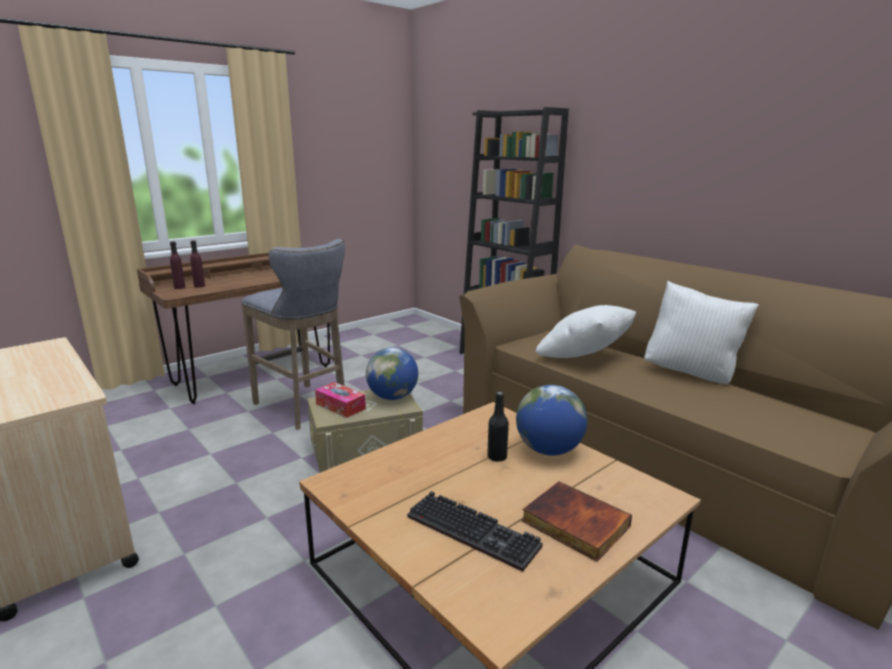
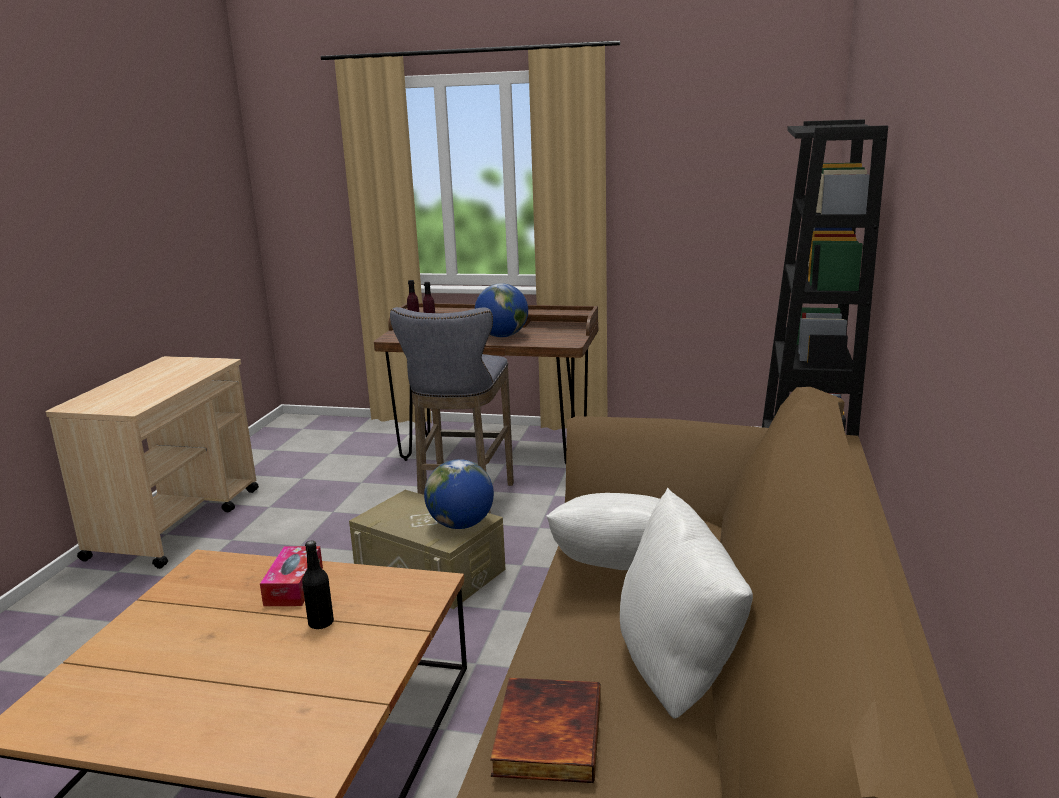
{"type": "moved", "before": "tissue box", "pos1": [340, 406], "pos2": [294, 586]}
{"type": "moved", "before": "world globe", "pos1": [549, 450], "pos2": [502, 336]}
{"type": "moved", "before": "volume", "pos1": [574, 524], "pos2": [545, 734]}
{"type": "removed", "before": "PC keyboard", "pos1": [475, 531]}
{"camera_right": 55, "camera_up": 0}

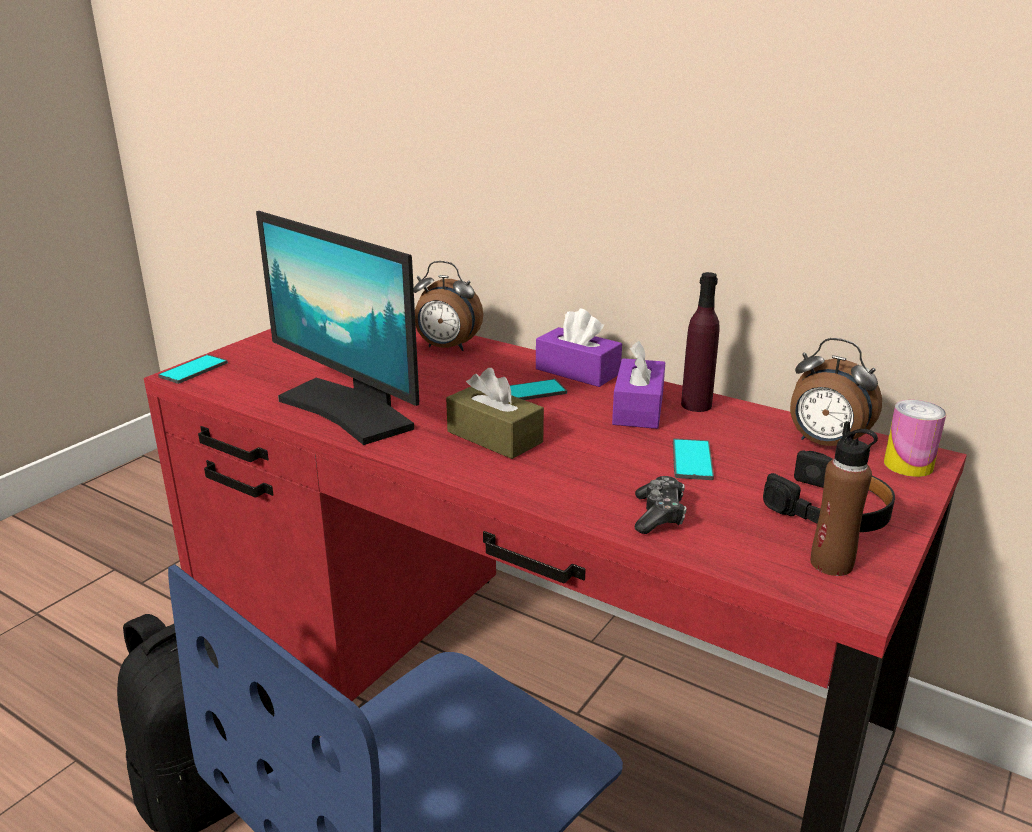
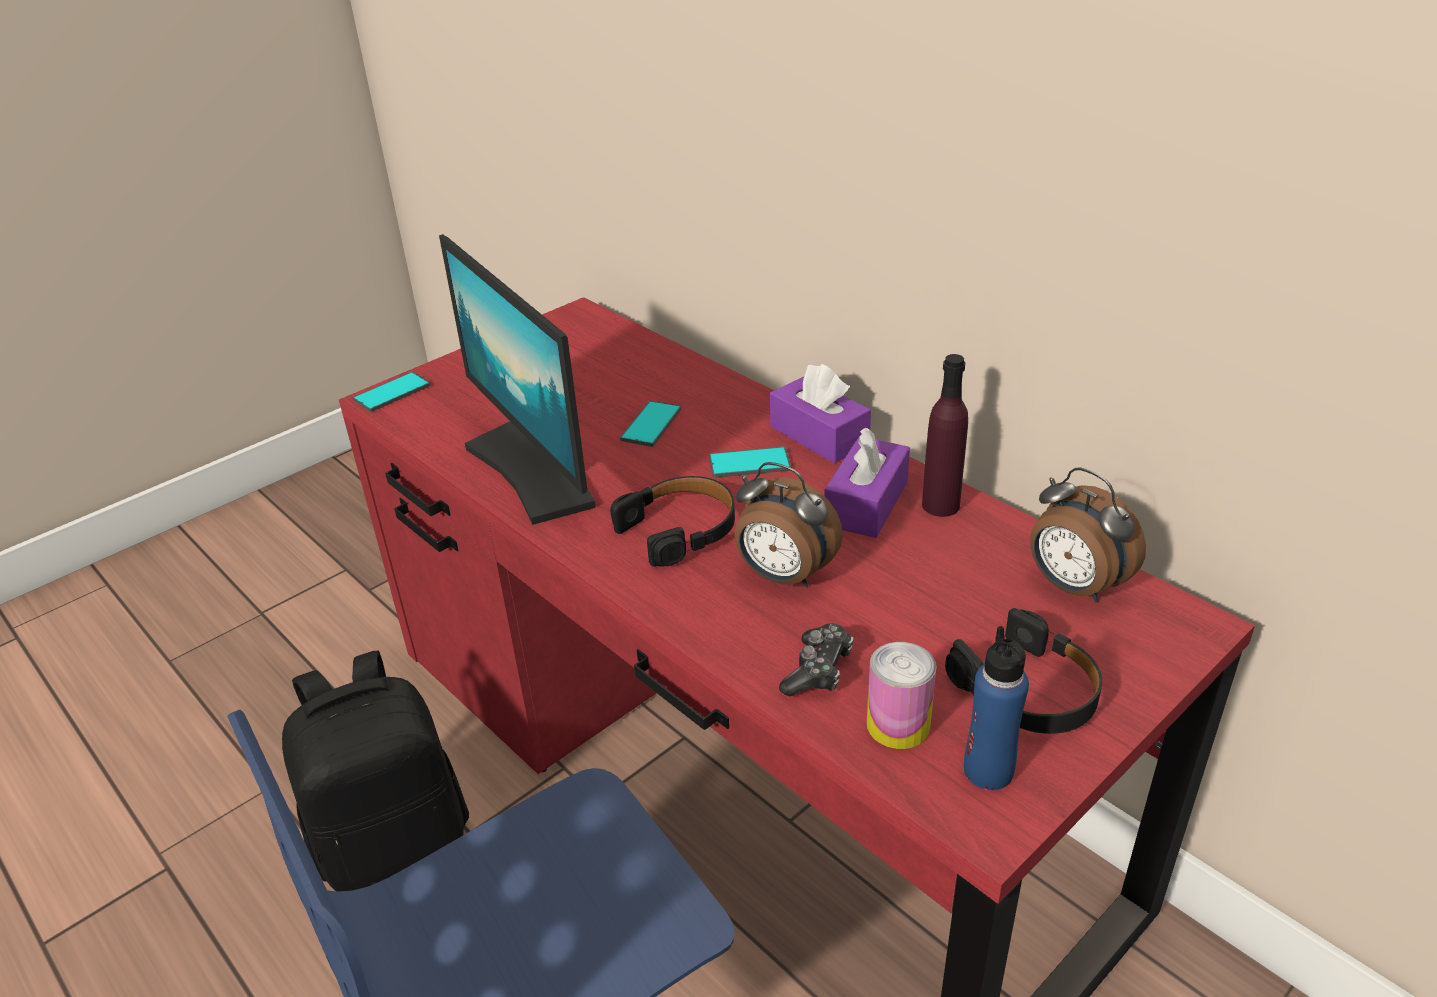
{"type": "moved", "before": "table clock", "pos1": [446, 348], "pos2": [783, 576]}
{"type": "replaced", "before": "brown-coloured tissue box", "after": "blackish headphones", "pos1": [494, 437], "pos2": [680, 529]}
{"type": "moved", "before": "can", "pos1": [908, 465], "pos2": [898, 725]}
{"type": "recoloured", "before": "brown-coloured drink bottle", "after": "blue-coloured drink bottle", "pos1": [831, 564], "pos2": [988, 771]}
{"type": "moved", "before": "telephone", "pos1": [692, 460], "pos2": [651, 424]}
{"camera_right": 15, "camera_up": 10}

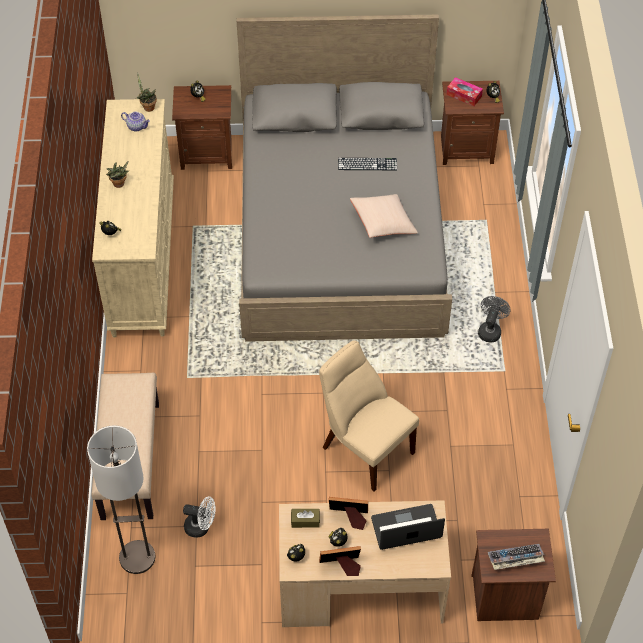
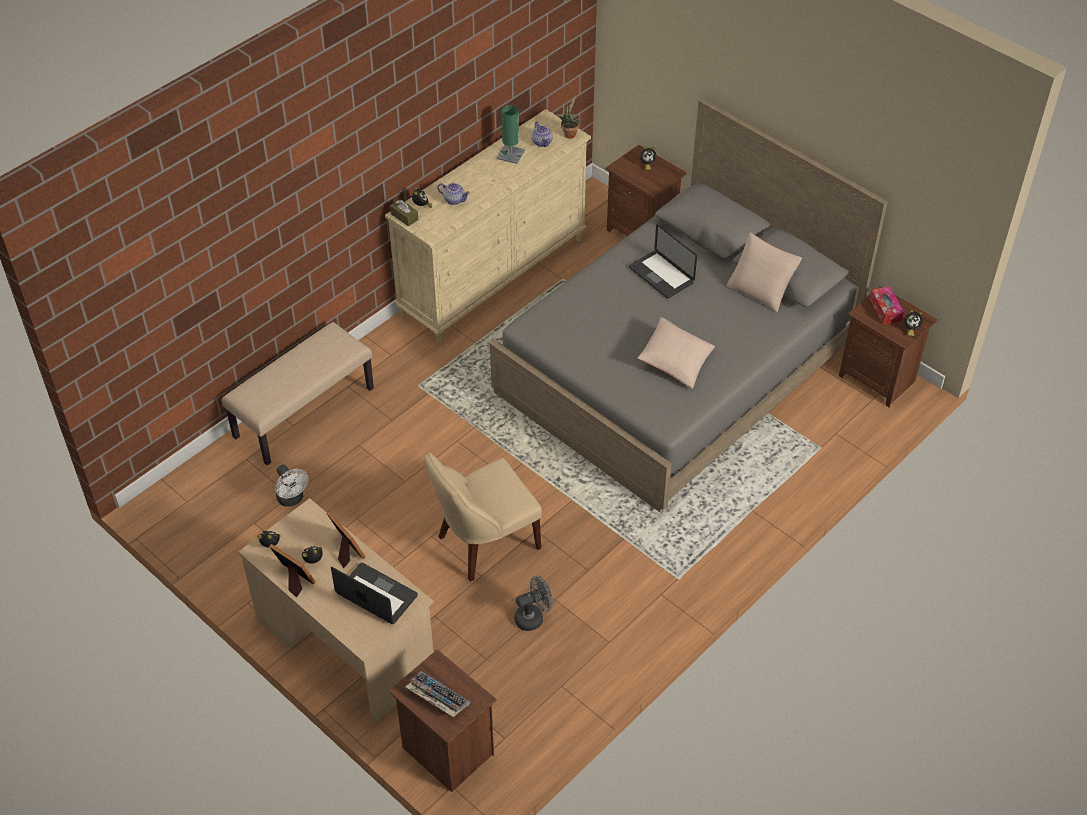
{"type": "removed", "before": "PC keyboard", "pos1": [367, 164]}
{"type": "removed", "before": "houseplant", "pos1": [119, 185]}
{"type": "moved", "before": "greyish electric fan", "pos1": [490, 330], "pos2": [533, 617]}
{"type": "turned", "before": "sand-coloured plain chair", "pos1": [365, 448], "pos2": [484, 543], "turn": -120}
{"type": "removed", "before": "standard lamp", "pos1": [137, 557]}
{"type": "moved", "before": "brown-coloured tissue box", "pos1": [305, 521], "pos2": [404, 217]}
{"type": "added", "after": "green-coloured table lamp", "pos2": [511, 154]}
{"type": "added", "after": "tea pot", "pos2": [454, 200]}
{"type": "added", "after": "laptop", "pos2": [661, 275]}
{"type": "added", "after": "sand-coloured pillow", "pos2": [761, 290]}
{"camera_right": 45, "camera_up": -5}

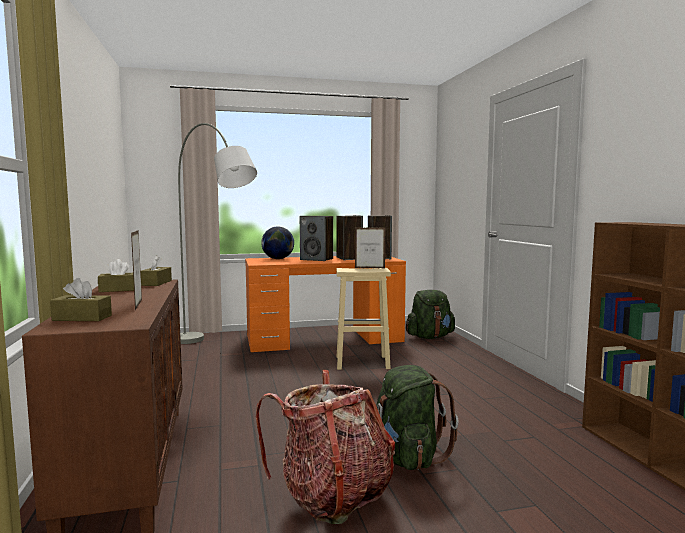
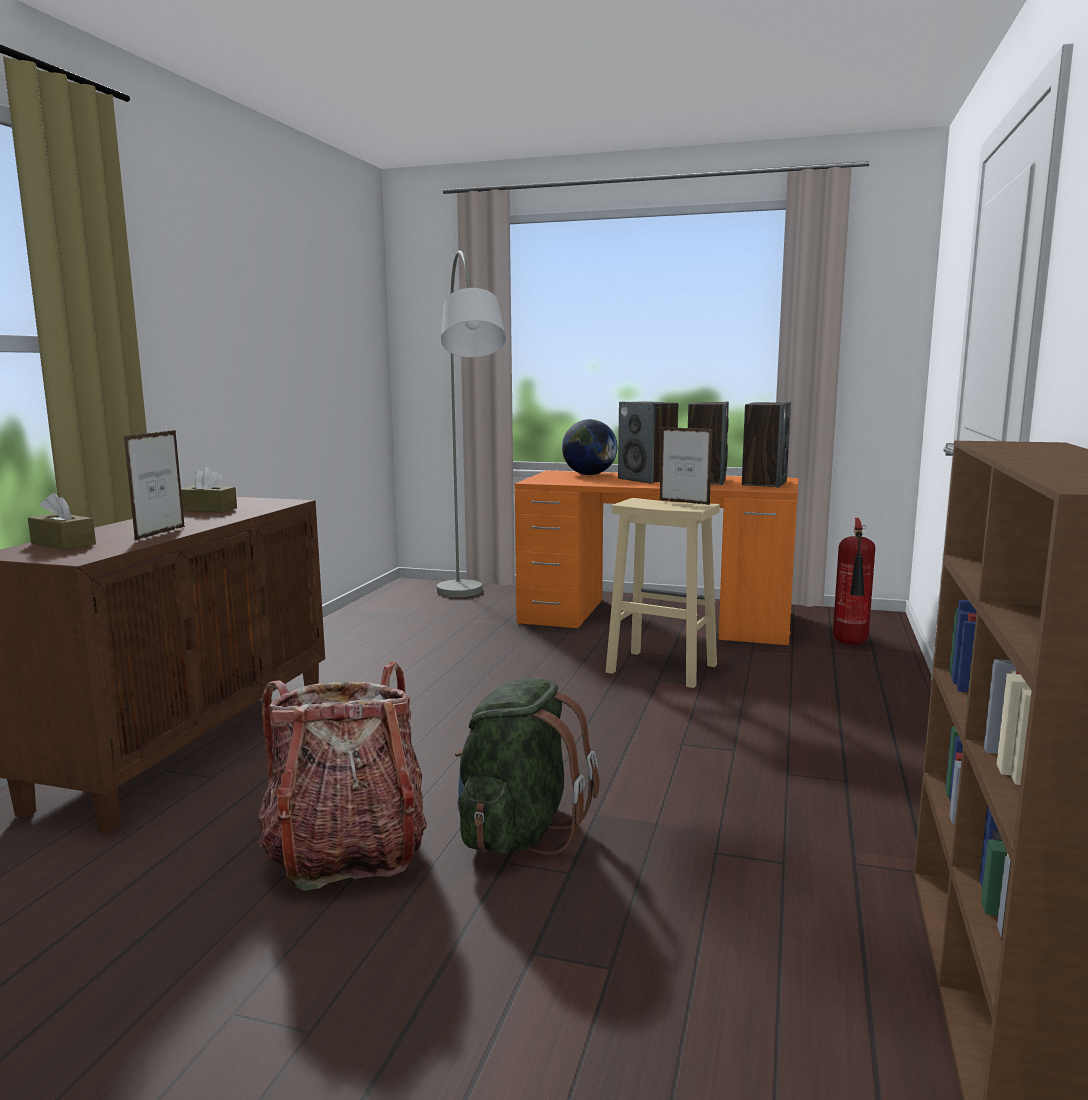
{"type": "removed", "before": "brown-coloured tissue box", "pos1": [156, 283]}
{"type": "replaced", "before": "green-coloured backpack", "after": "fire-fighting cylinder", "pos1": [429, 337], "pos2": [851, 644]}
{"camera_right": 30, "camera_up": 5}

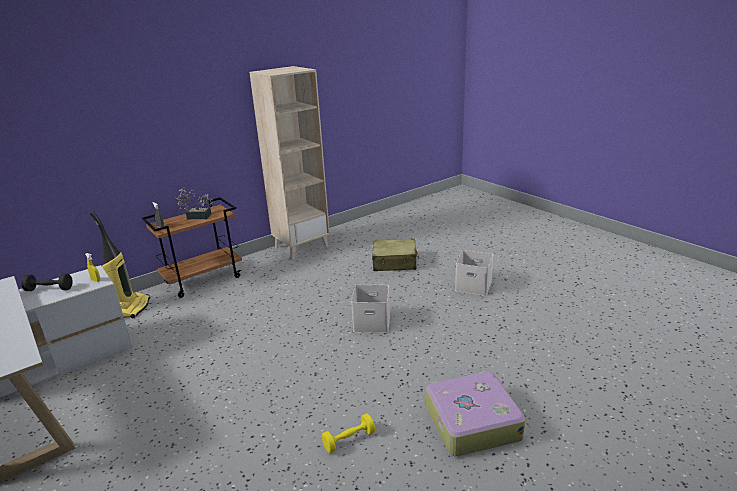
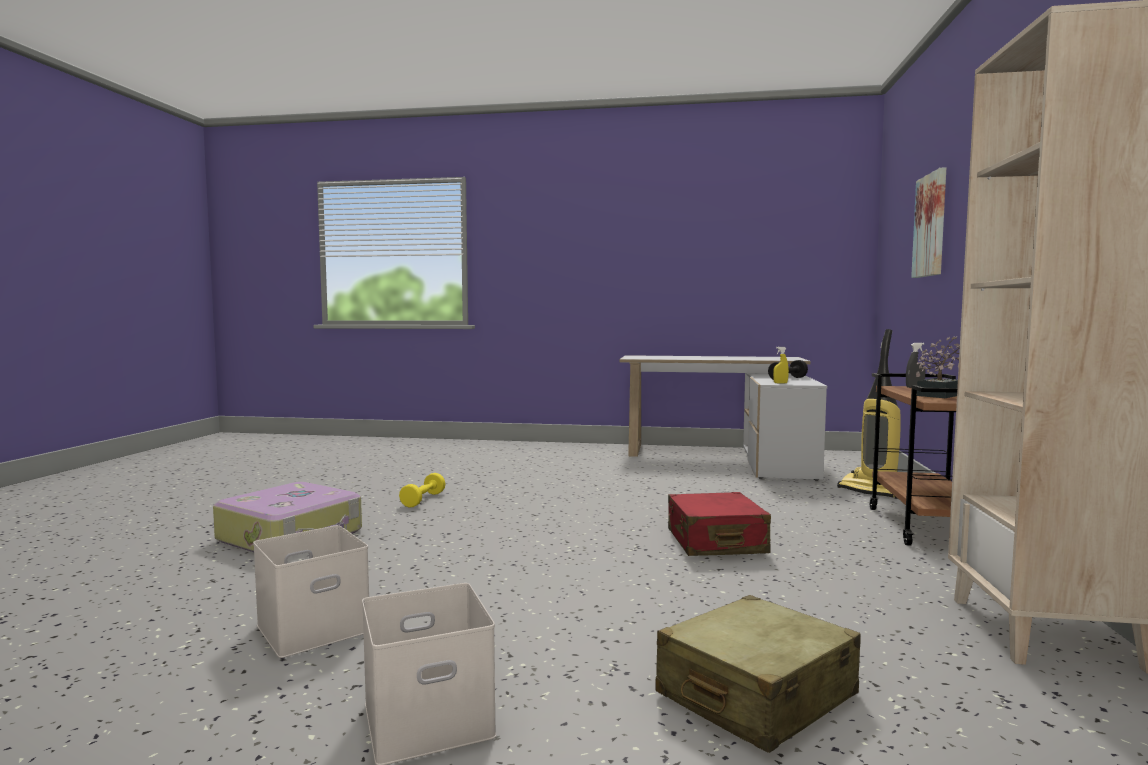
{"type": "moved", "before": "white-coloured storage bin", "pos1": [371, 323], "pos2": [314, 627]}
{"type": "added", "after": "picture", "pos2": [931, 225]}
{"type": "added", "after": "red travel case", "pos2": [715, 542]}
{"camera_right": 135, "camera_up": -20}

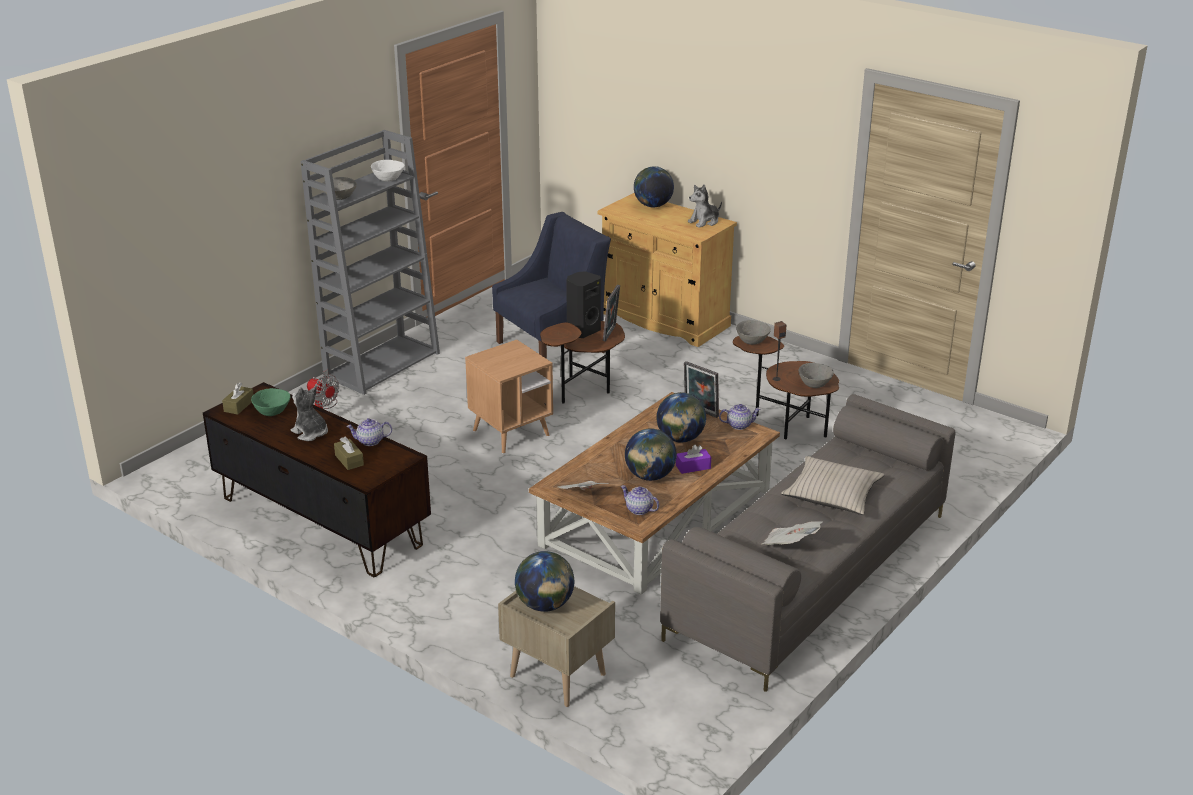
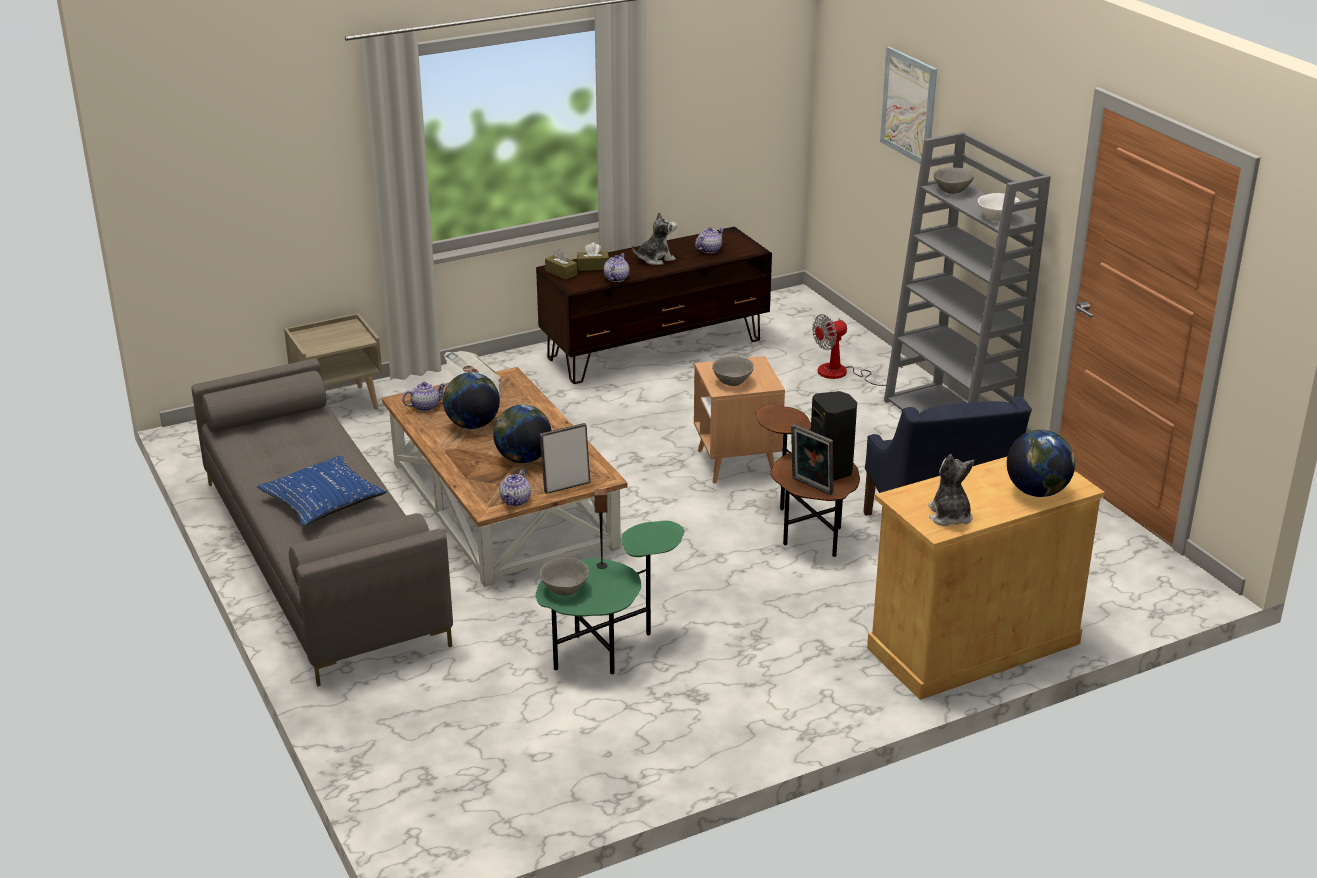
{"type": "moved", "before": "greyish bowl", "pos1": [752, 341], "pos2": [732, 381]}
{"type": "recoloured", "before": "brown-coloured accent table", "after": "green-coloured accent table", "pos1": [786, 425], "pos2": [608, 648]}
{"type": "moved", "before": "brown-coloured tissue box", "pos1": [239, 406], "pos2": [561, 272]}
{"type": "replaced", "before": "green-coloured bowl", "after": "tea pot", "pos1": [272, 412], "pos2": [709, 249]}
{"type": "removed", "before": "purplish tissue box", "pos1": [693, 467]}
{"type": "recoloured", "before": "sand-coloured pillow", "after": "blue-coloured pillow", "pos1": [832, 494], "pos2": [323, 501]}
{"type": "removed", "before": "daily paper", "pos1": [790, 546]}
{"type": "removed", "before": "world globe", "pos1": [545, 605]}
{"type": "added", "after": "picture", "pos2": [909, 106]}
{"camera_right": 115, "camera_up": 0}

